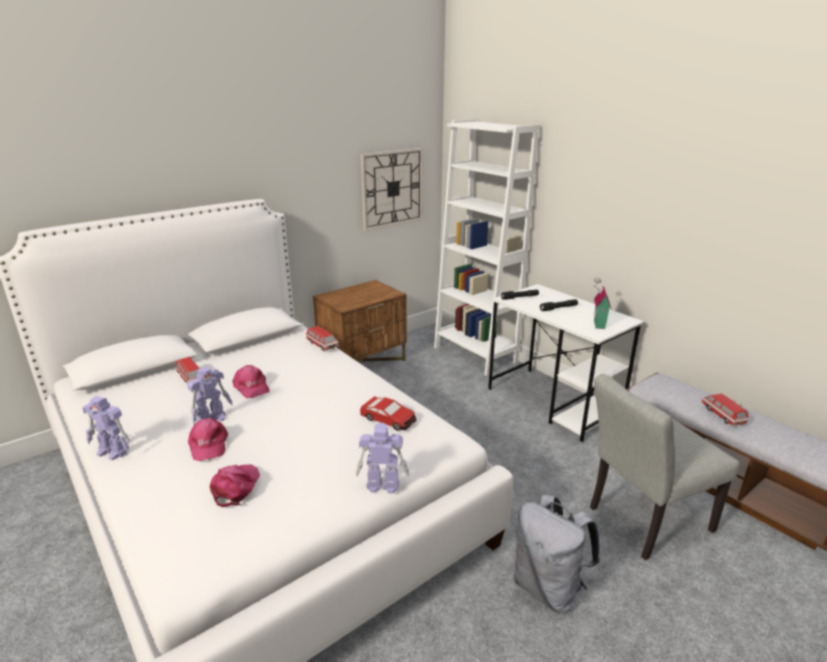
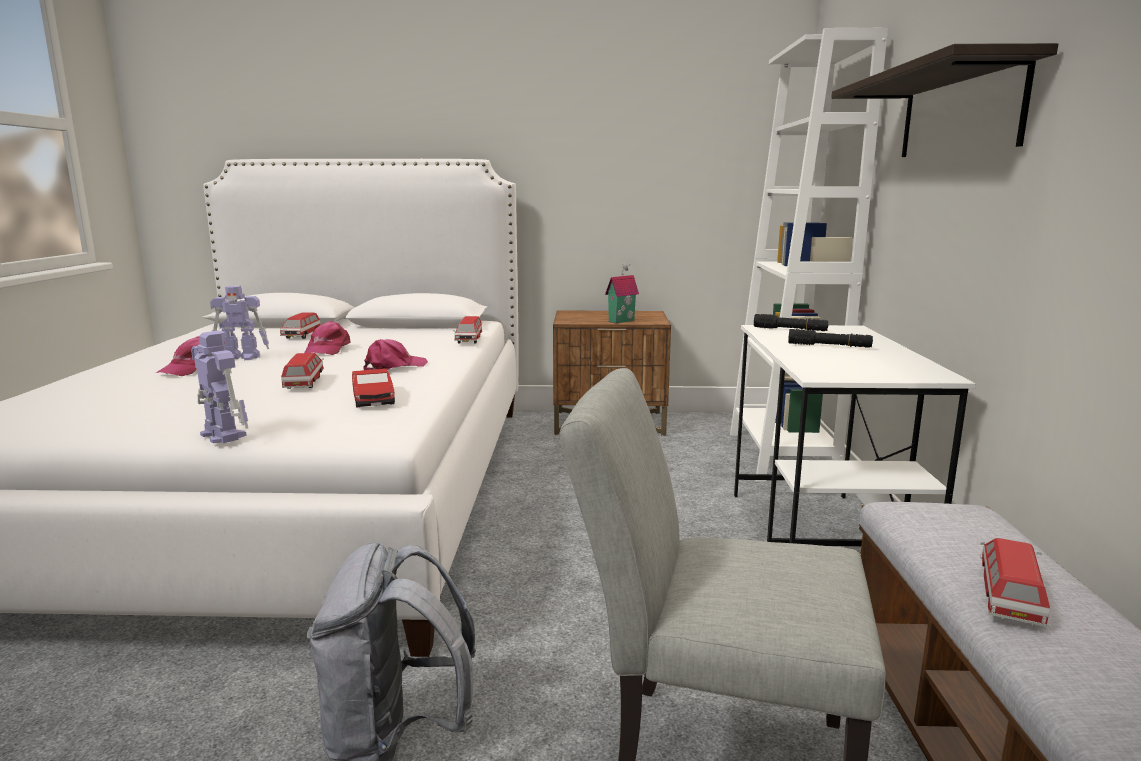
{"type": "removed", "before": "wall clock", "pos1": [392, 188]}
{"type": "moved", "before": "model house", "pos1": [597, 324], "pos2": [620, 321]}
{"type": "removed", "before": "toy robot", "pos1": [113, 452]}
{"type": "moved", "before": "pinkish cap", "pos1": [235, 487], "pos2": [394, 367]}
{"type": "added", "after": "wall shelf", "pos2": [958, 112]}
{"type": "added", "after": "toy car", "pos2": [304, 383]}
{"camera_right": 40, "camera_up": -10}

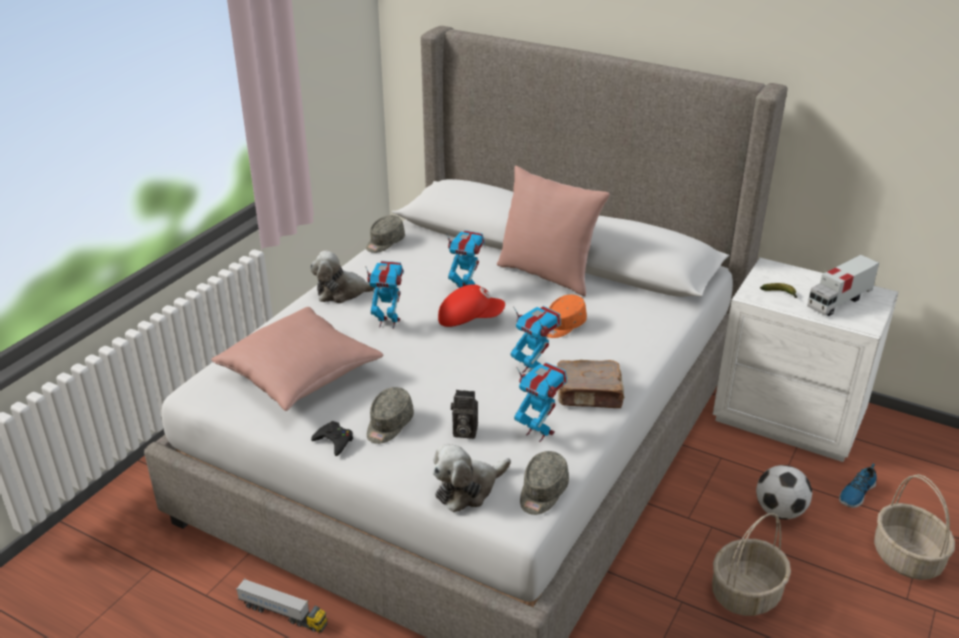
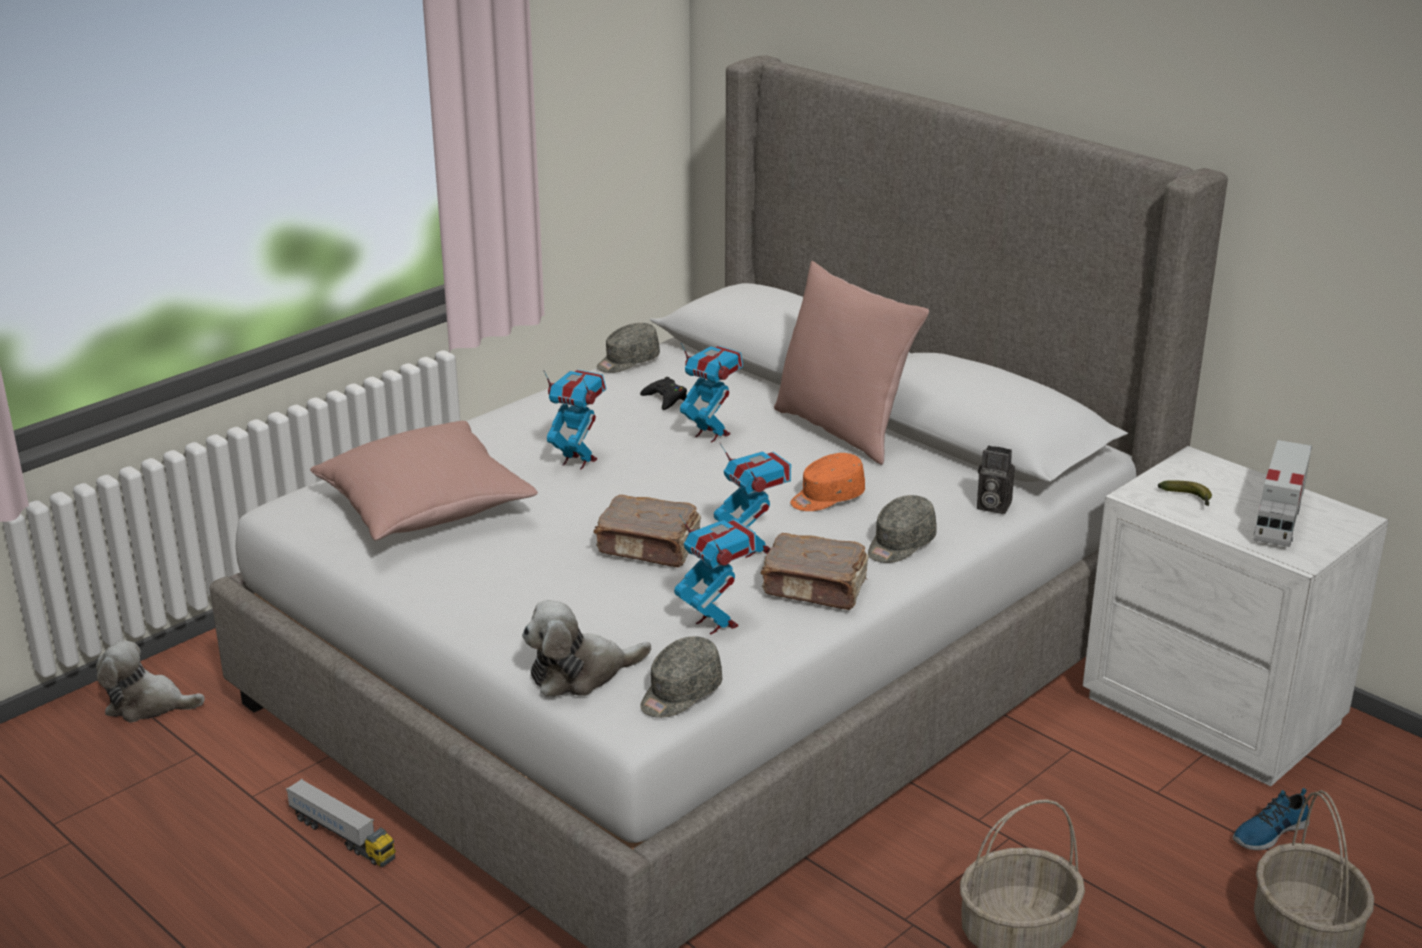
{"type": "moved", "before": "plush toy", "pos1": [343, 292], "pos2": [147, 705]}
{"type": "turned", "before": "toy lorry", "pos1": [838, 301], "pos2": [1278, 519], "turn": -45}
{"type": "removed", "before": "red cap", "pos1": [469, 319]}
{"type": "moved", "before": "greyish cap", "pos1": [388, 425], "pos2": [900, 545]}
{"type": "moved", "before": "still camera", "pos1": [463, 432], "pos2": [991, 506]}
{"type": "moved", "before": "blackish joypad", "pos1": [334, 441], "pos2": [665, 399]}
{"type": "removed", "before": "ball for football", "pos1": [779, 511]}
{"type": "added", "after": "brown-coloured volume", "pos2": [649, 547]}
{"camera_right": 15, "camera_up": -5}

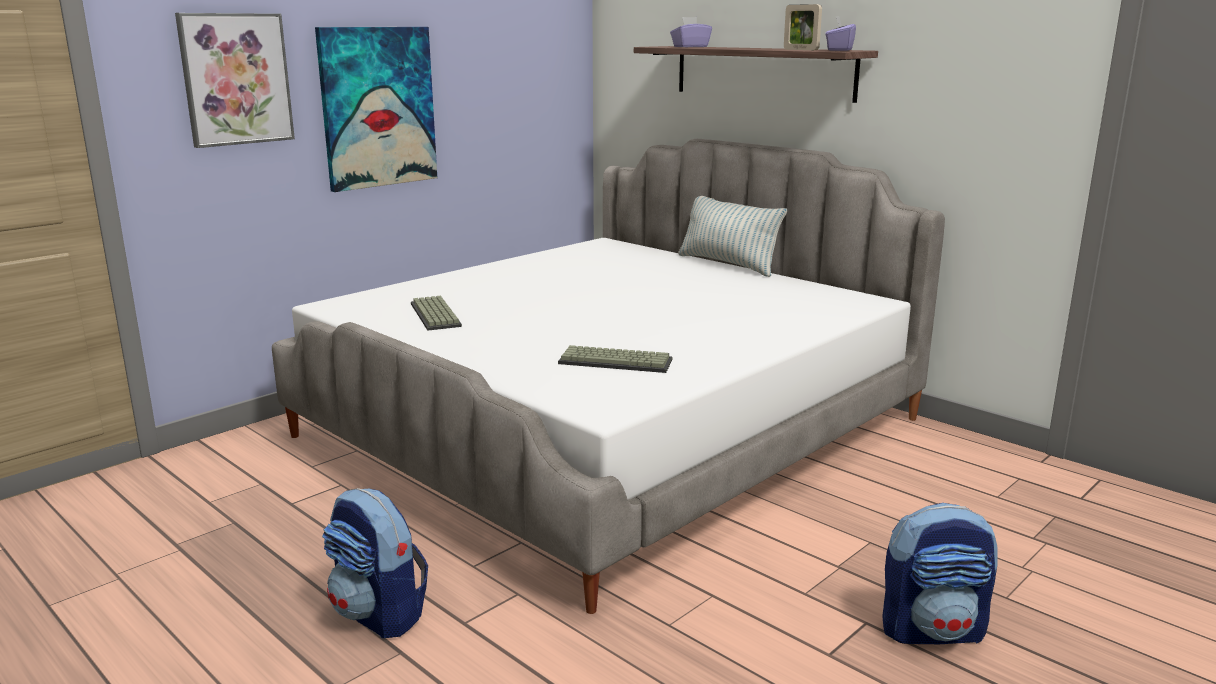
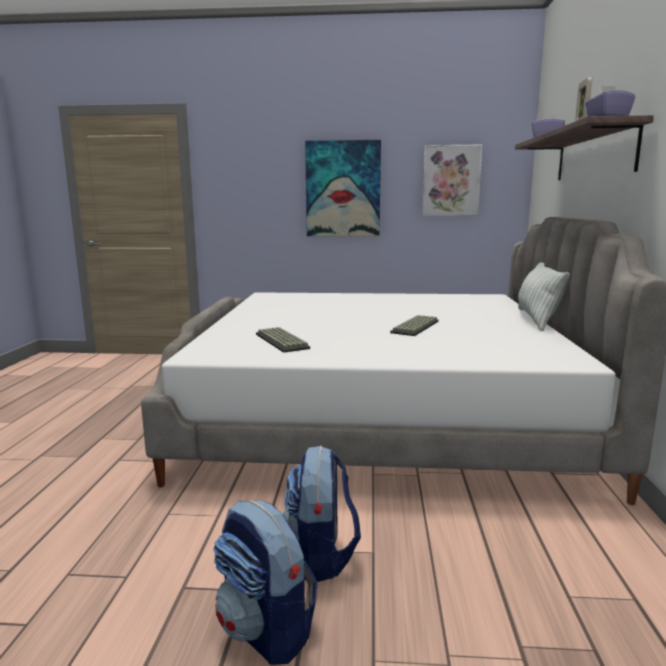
{"type": "moved", "before": "picture", "pos1": [236, 79], "pos2": [451, 181]}
{"type": "moved", "before": "PC keyboard", "pos1": [437, 315], "pos2": [416, 327]}
{"type": "moved", "before": "backpack", "pos1": [379, 614], "pos2": [321, 556]}
{"camera_right": 50, "camera_up": -5}

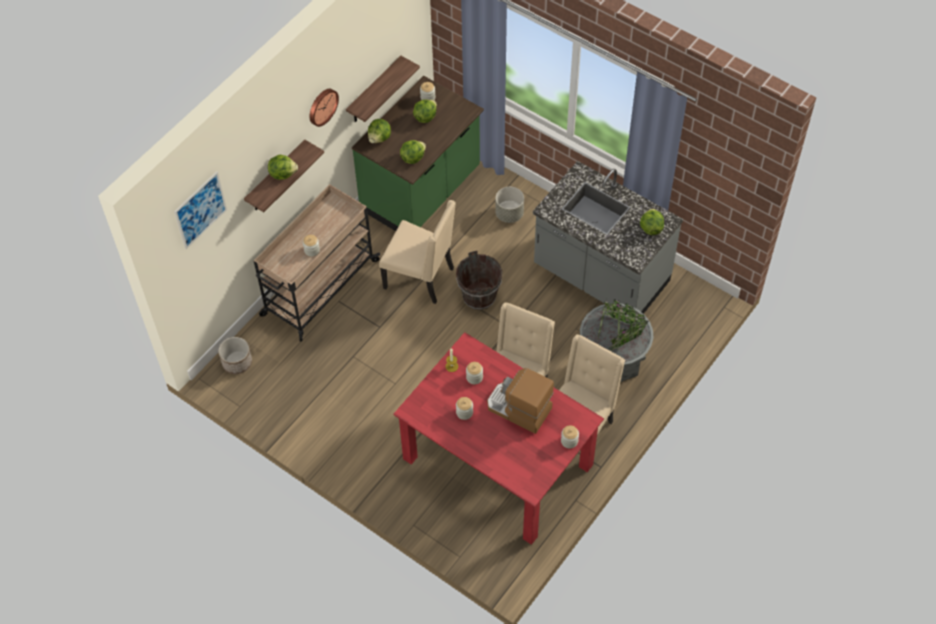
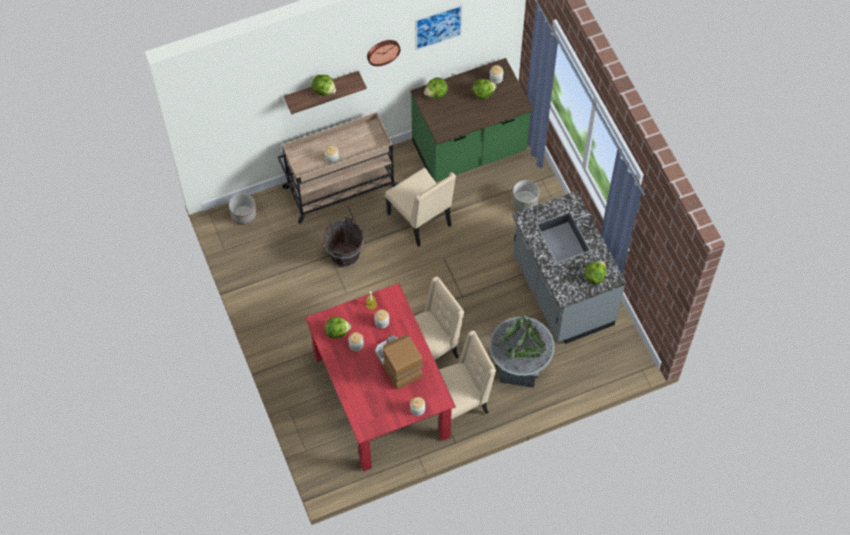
{"type": "removed", "before": "wall shelf", "pos1": [374, 91]}
{"type": "moved", "before": "lettuce head", "pos1": [412, 158], "pos2": [337, 331]}
{"type": "moved", "before": "picture", "pos1": [200, 210], "pos2": [438, 27]}
{"type": "moved", "before": "brown-coloured bucket", "pos1": [479, 296], "pos2": [344, 255]}
{"camera_right": 30, "camera_up": 5}

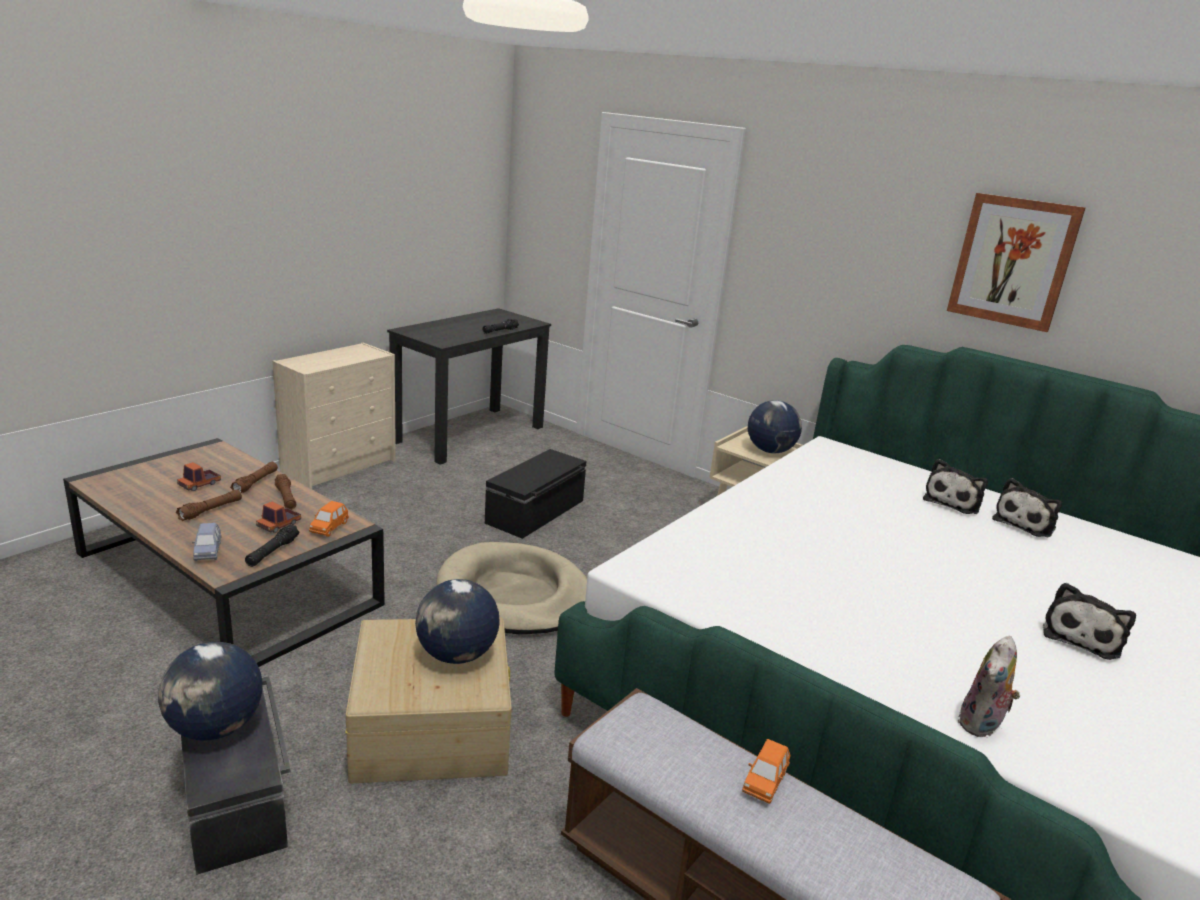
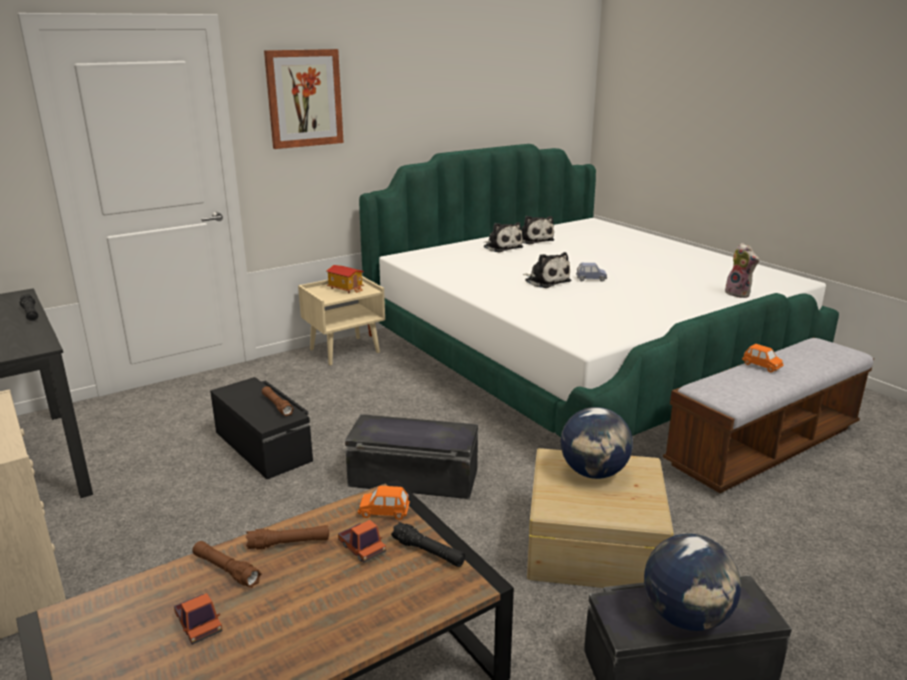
{"type": "moved", "before": "picture", "pos1": [1013, 261], "pos2": [304, 98]}
{"type": "replaced", "before": "world globe", "after": "model house", "pos1": [770, 451], "pos2": [346, 288]}
{"type": "moved", "before": "brown-coloured flashlight", "pos1": [211, 510], "pos2": [277, 405]}
{"type": "turned", "before": "orange-coloured toy car", "pos1": [329, 528], "pos2": [384, 512], "turn": 150}
{"type": "moved", "before": "blue-coloured toy car", "pos1": [208, 552], "pos2": [591, 279]}
{"type": "replaced", "before": "sand-coloured dog cushion", "after": "blackish storage bin", "pos1": [514, 595], "pos2": [413, 478]}
{"type": "moved", "before": "plush toy", "pos1": [1082, 636], "pos2": [546, 281]}
{"camera_right": -70, "camera_up": 0}

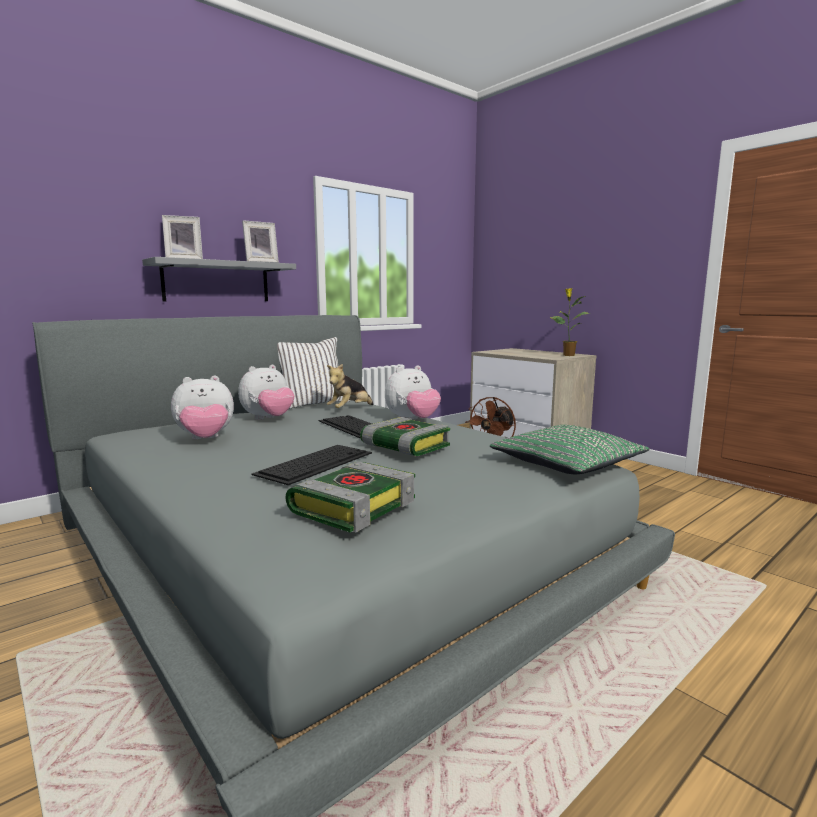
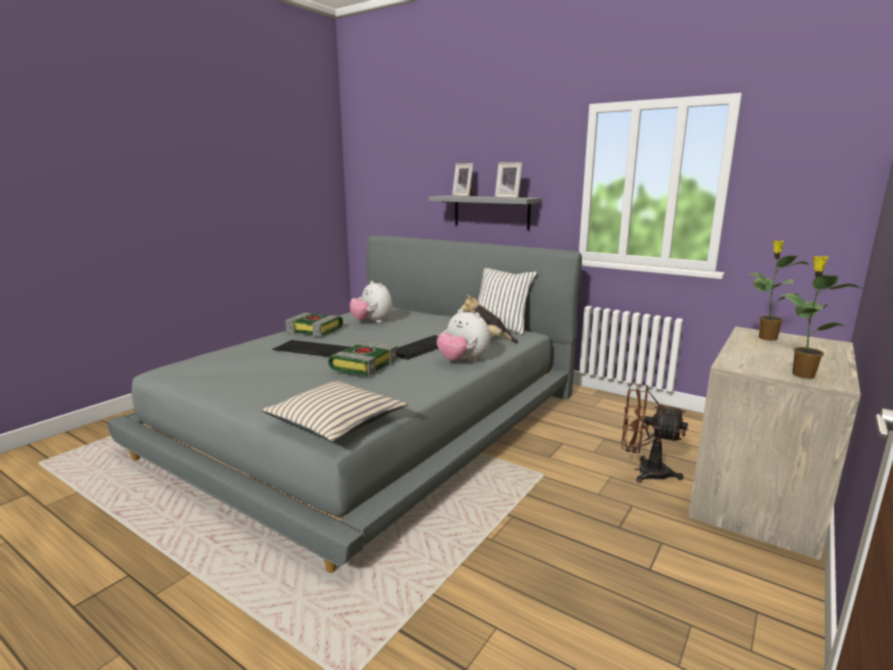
{"type": "removed", "before": "plush toy", "pos1": [268, 419]}
{"type": "recoloured", "before": "green-coloured pillow", "after": "sand-coloured pillow", "pos1": [566, 463], "pos2": [336, 421]}
{"type": "moved", "before": "volume", "pos1": [353, 506], "pos2": [315, 330]}
{"type": "added", "after": "houseplant", "pos2": [766, 338]}
{"camera_right": 75, "camera_up": 5}

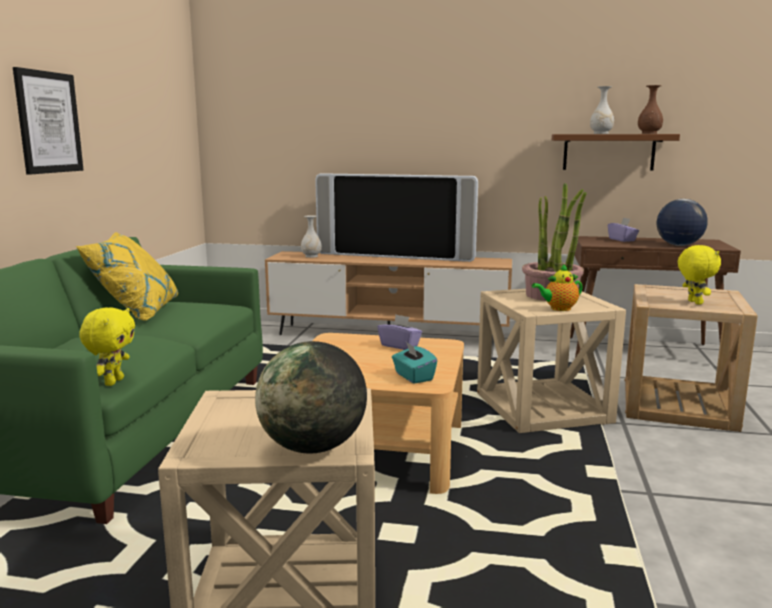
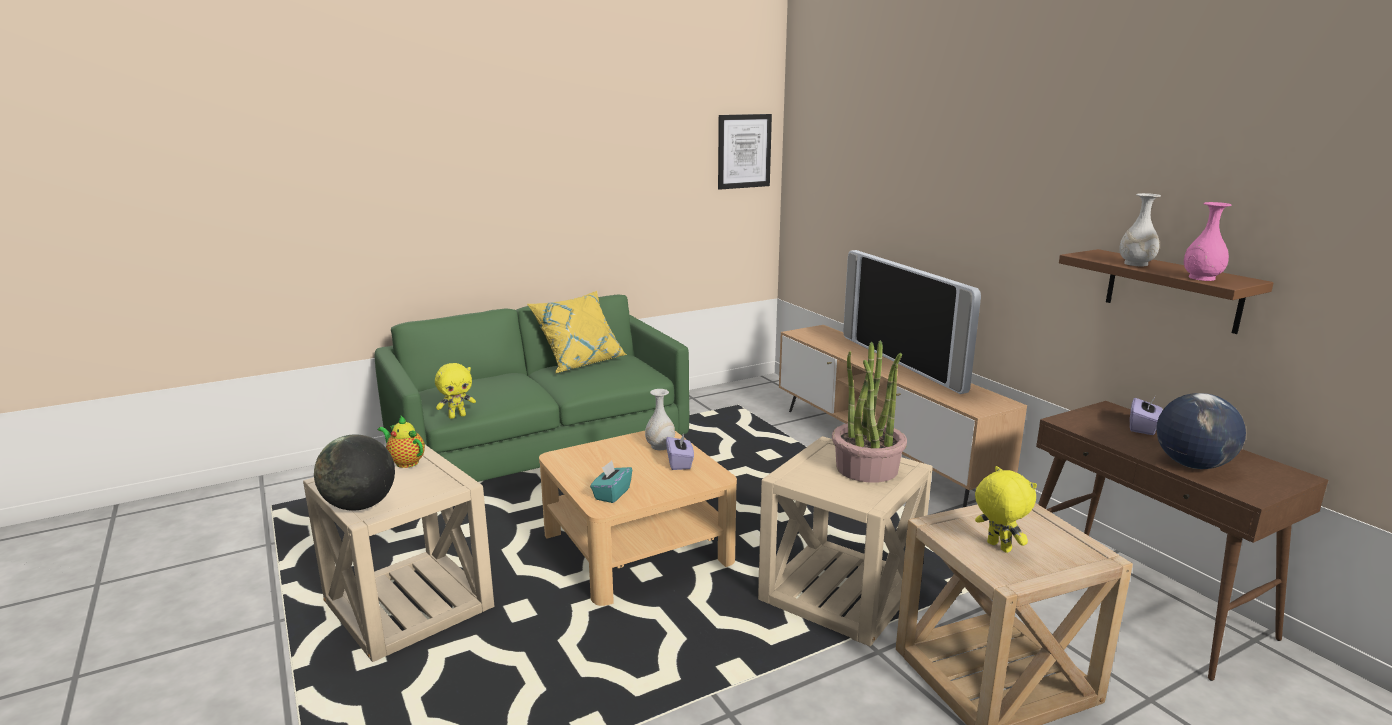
{"type": "moved", "before": "picture", "pos1": [48, 122], "pos2": [744, 151]}
{"type": "recoloured", "before": "brown-coloured flower vase", "after": "pinkish flower vase", "pos1": [649, 133], "pos2": [1201, 278]}
{"type": "moved", "before": "white-coloured flower vase", "pos1": [311, 256], "pos2": [660, 446]}
{"type": "turned", "before": "yellowish plush toy", "pos1": [693, 302], "pos2": [997, 547], "turn": -75}
{"type": "moved", "before": "tea pot", "pos1": [558, 308], "pos2": [405, 462]}
{"camera_right": 50, "camera_up": 5}

